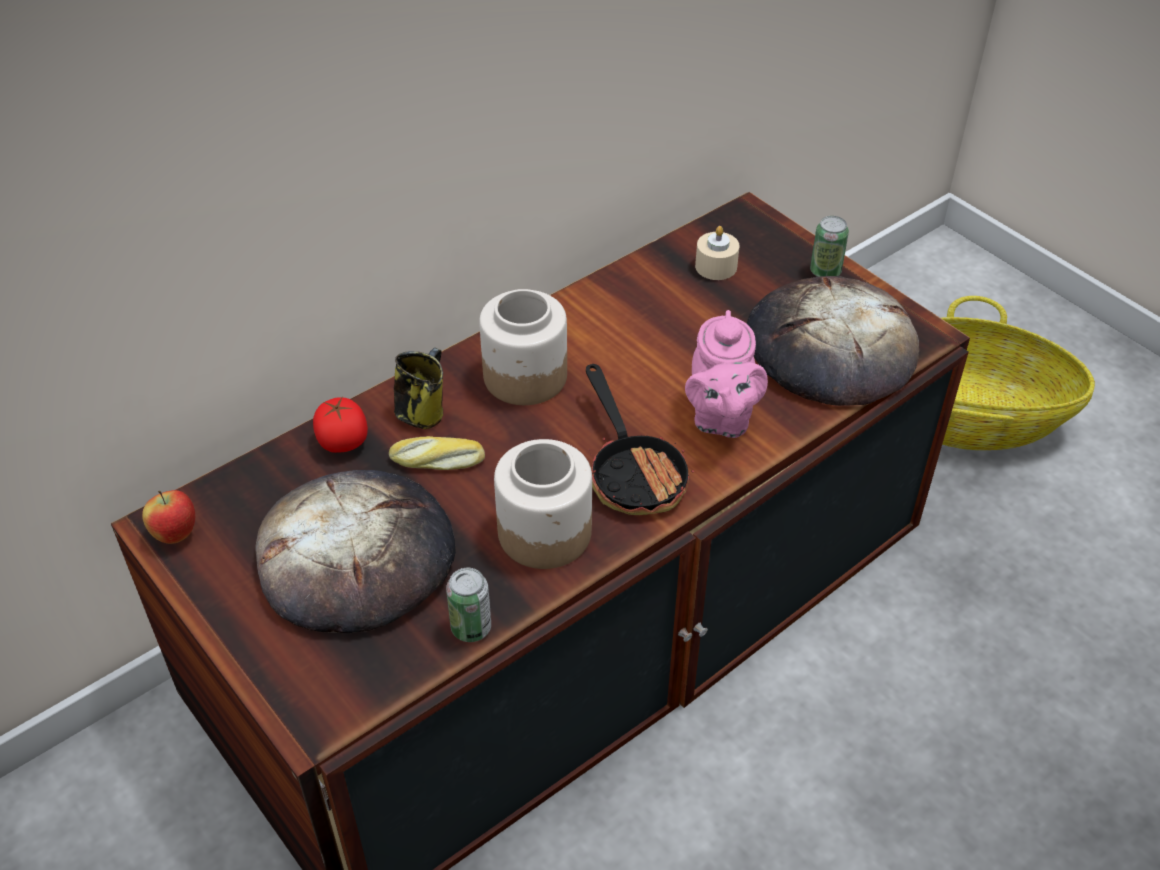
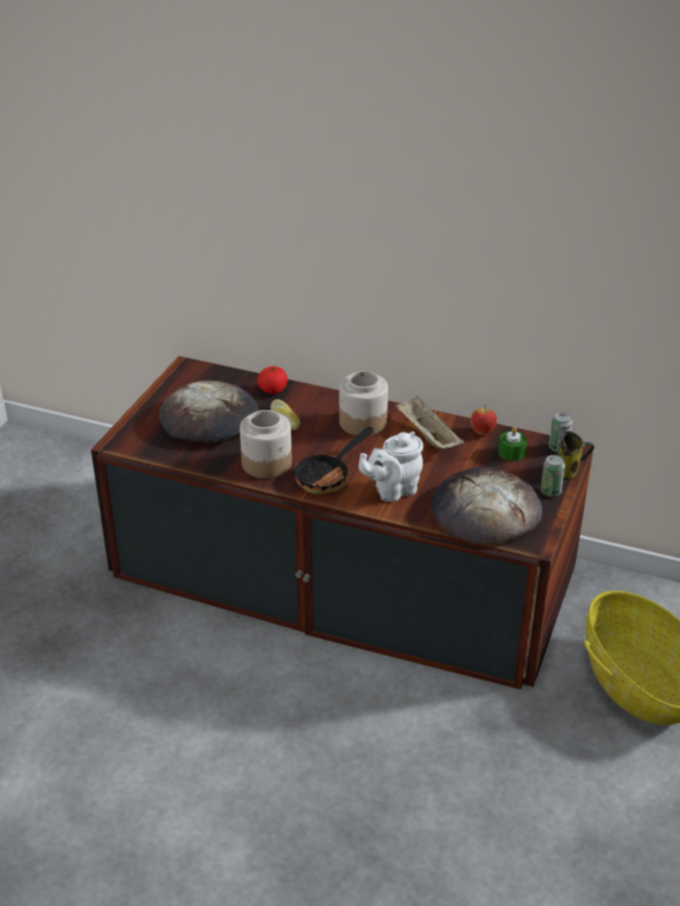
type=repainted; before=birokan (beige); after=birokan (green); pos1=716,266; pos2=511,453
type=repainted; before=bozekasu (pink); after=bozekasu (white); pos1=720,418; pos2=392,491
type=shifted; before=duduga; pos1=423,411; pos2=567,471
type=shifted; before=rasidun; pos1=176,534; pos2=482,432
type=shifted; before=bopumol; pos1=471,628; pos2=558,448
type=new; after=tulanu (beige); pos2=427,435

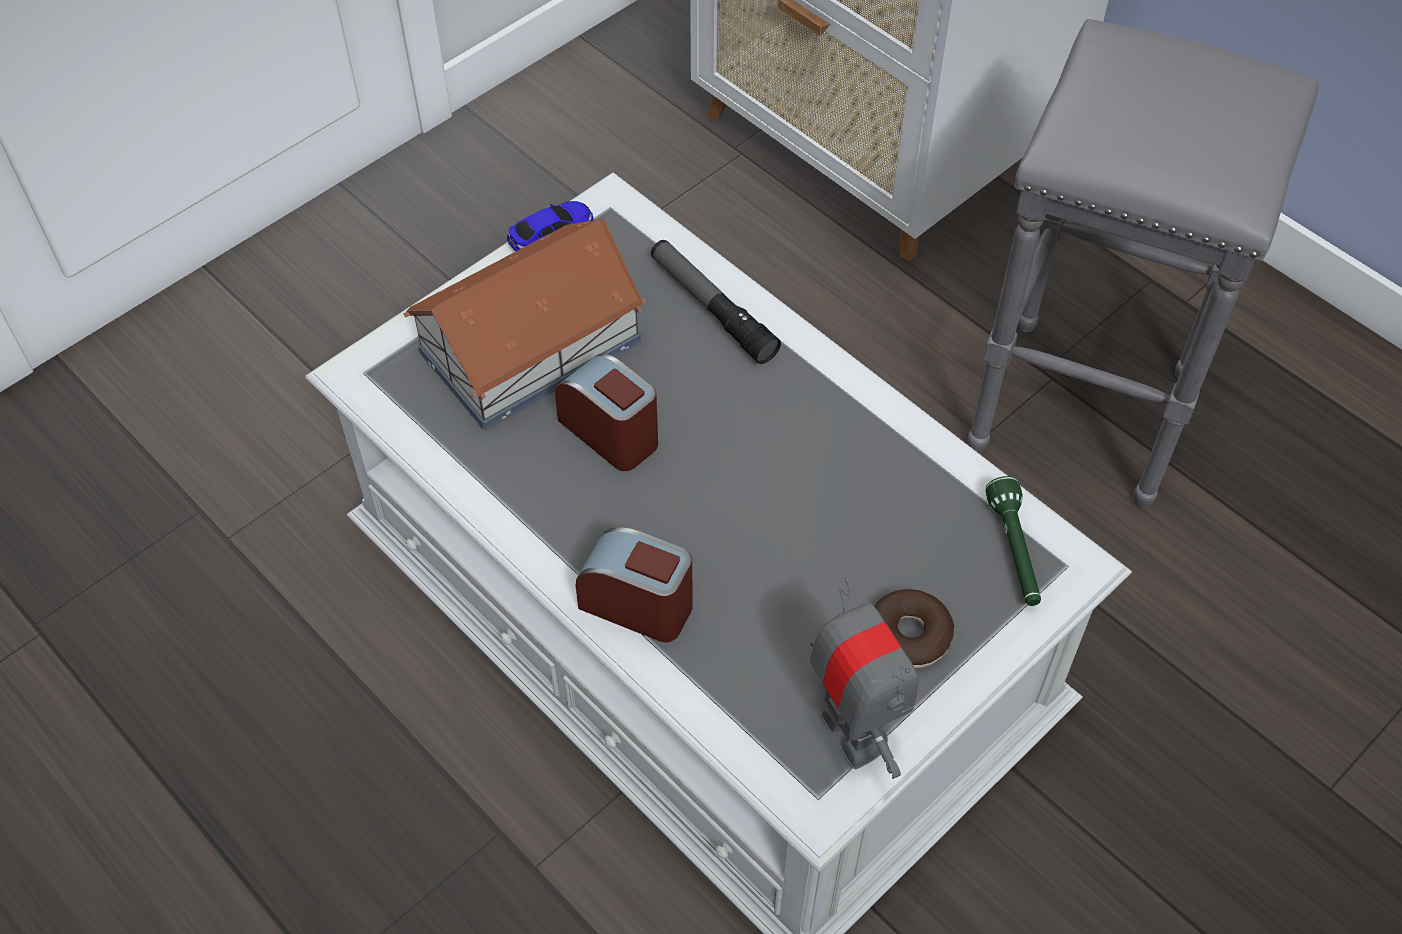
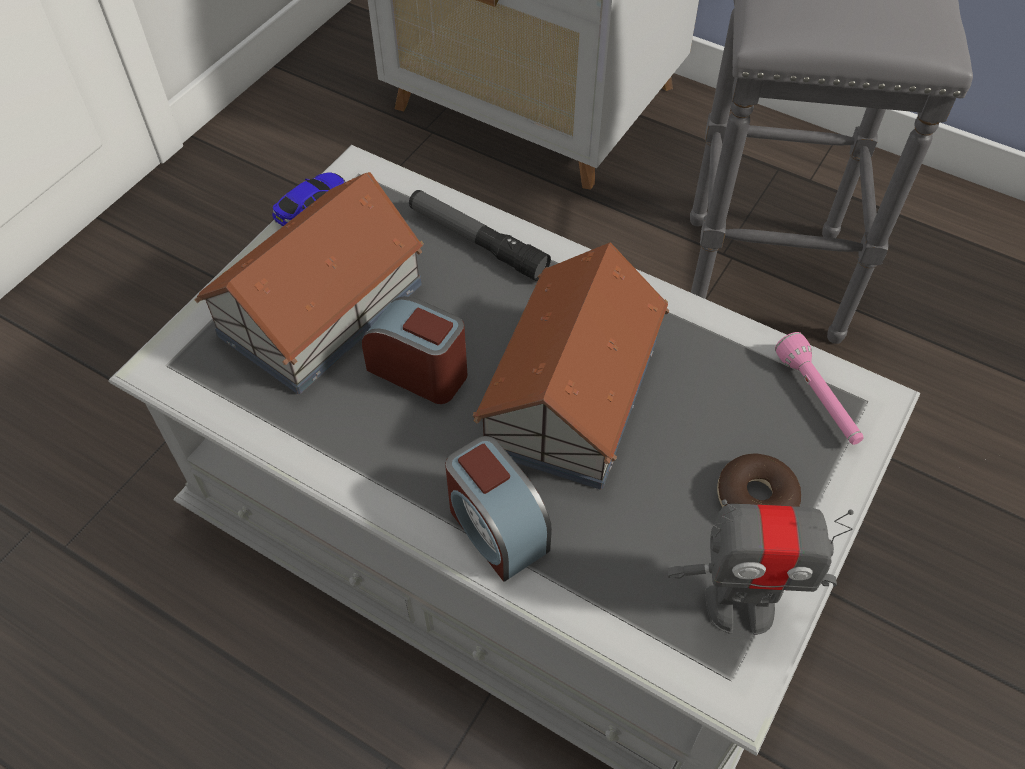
type=repainted; before=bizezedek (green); after=bizezedek (pink); pos1=1014,552; pos2=817,399
type=rotated; before=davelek; pos1=638,604; pos2=496,528; turn=-135
type=rotated; before=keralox; pos1=853,733; pos2=740,605; turn=135
type=new; after=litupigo; pos2=574,393

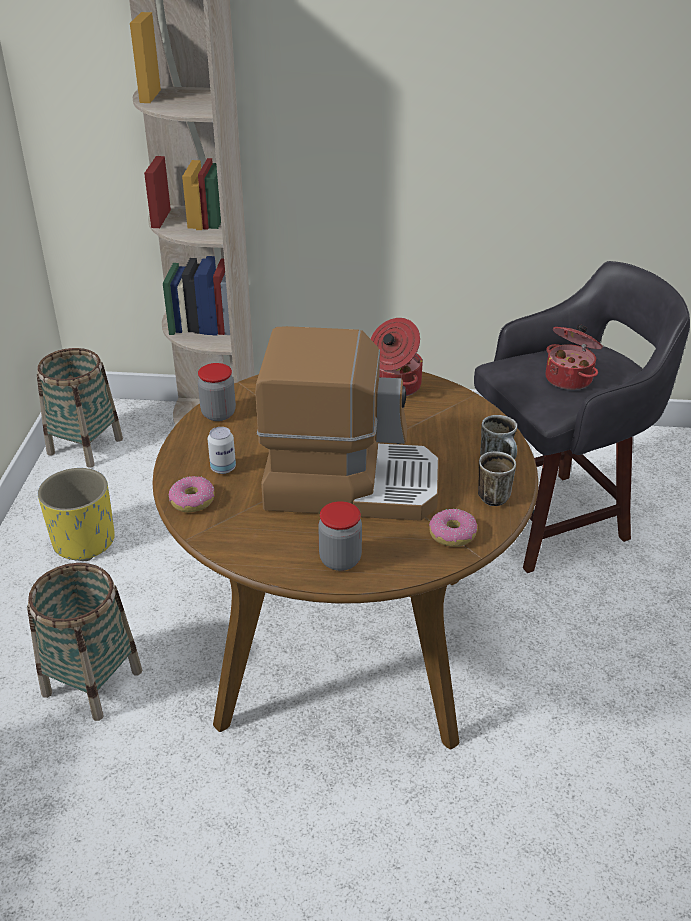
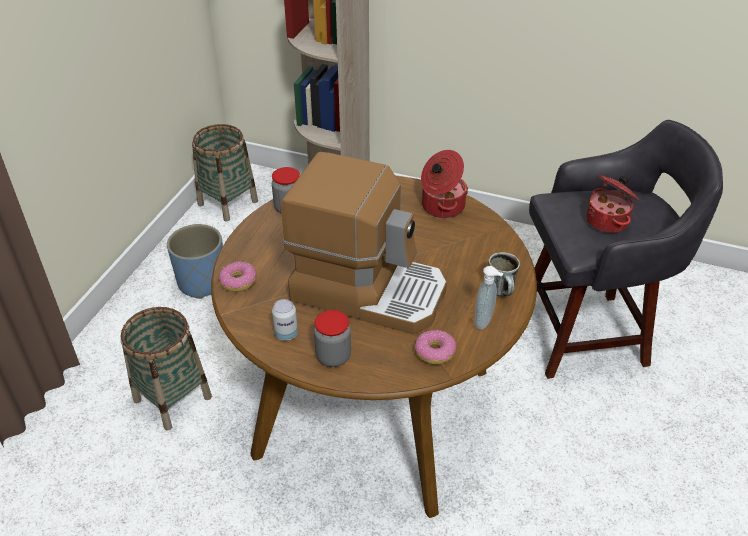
type=shifted; before=bopumol; pos1=223,468; pos2=286,334
type=swapped; before=duduga; after=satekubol; pos1=493,494; pos2=485,322
type=repainted; before=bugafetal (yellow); after=bugafetal (blue); pos1=84,541; pos2=202,282

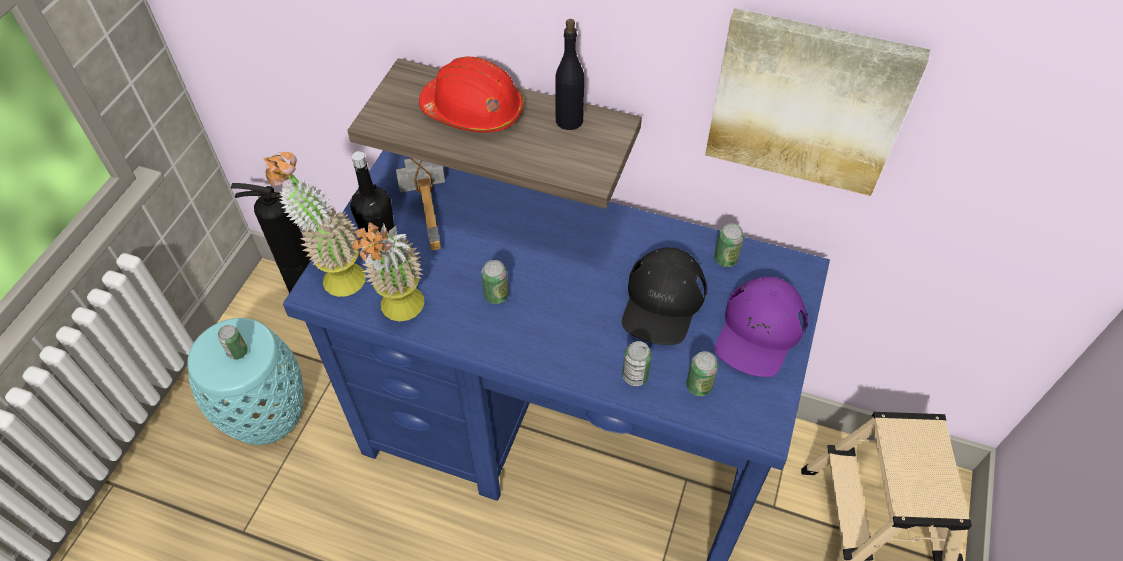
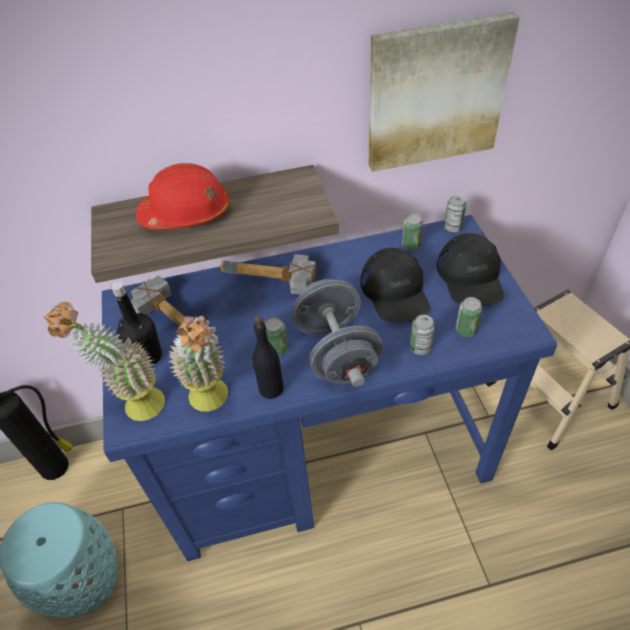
type=shifted; before=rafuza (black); pos1=569,120; pos2=270,388
type=repainted; before=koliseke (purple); after=koliseke (black); pos1=759,331; pos2=470,276
type=shifted; before=bopumol; pos1=238,352; pos2=452,227
type=new; after=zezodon; pos2=270,281
type=new; after=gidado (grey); pos2=336,352

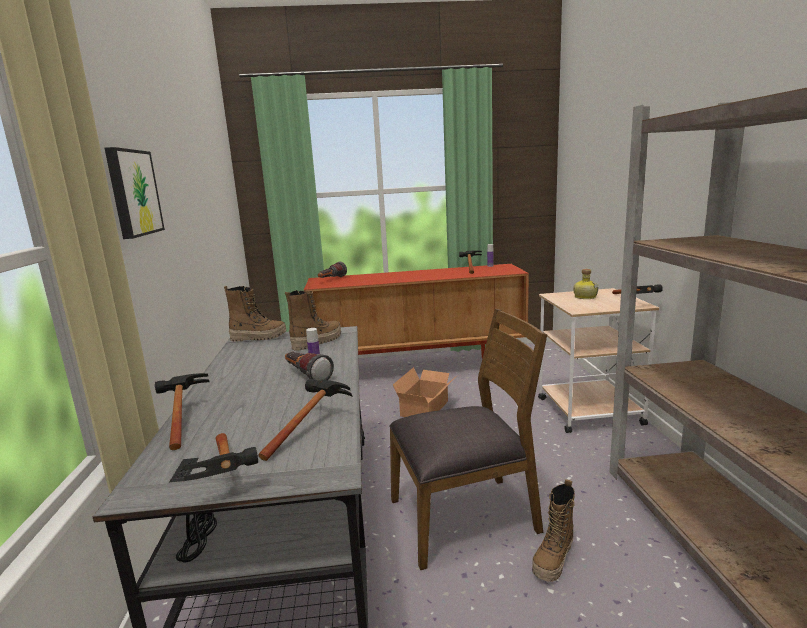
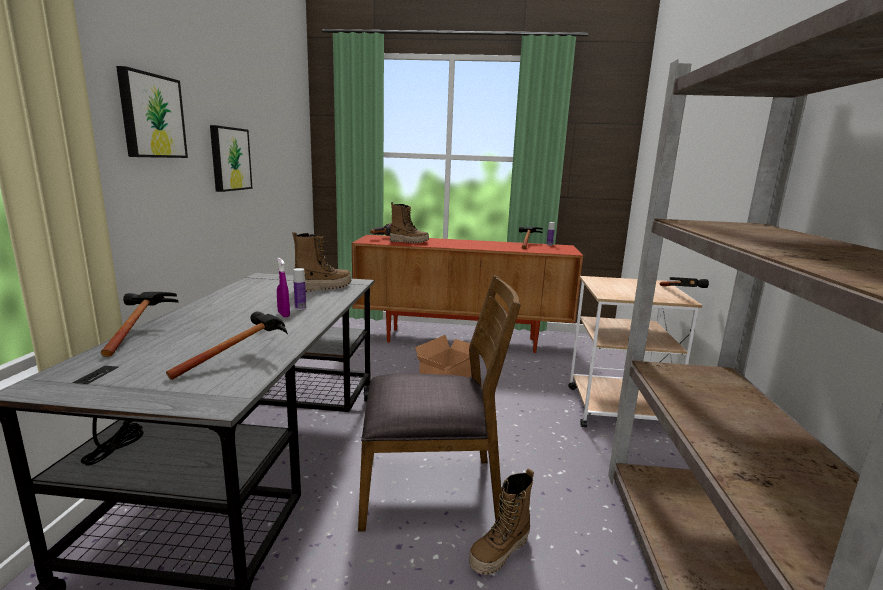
type=gone; before=rafuza; pos1=584,297
type=shifted; before=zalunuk; pos1=258,337; pos2=409,242
type=swapped; before=bizezedek; after=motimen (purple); pos1=306,376; pos2=283,314
type=gone; before=zezodon; pos1=228,476
type=new; after=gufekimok; pos2=229,159

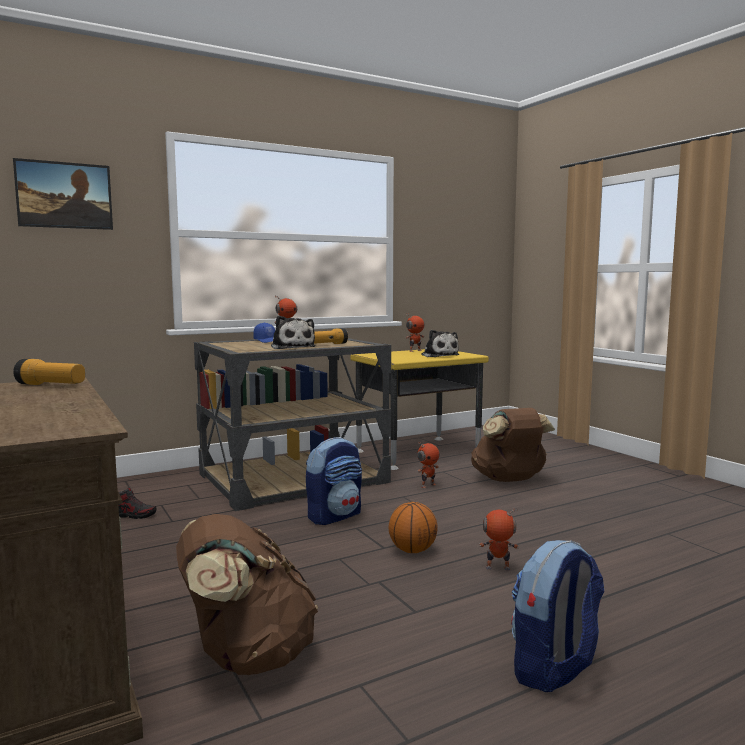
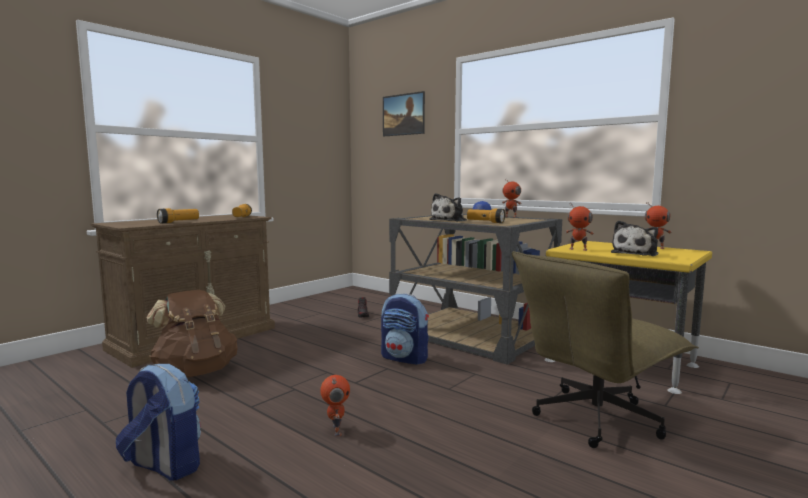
type=swapped; before=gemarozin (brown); after=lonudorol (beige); pos1=509,480; pos2=597,417
type=shifted; before=keralox; pos1=427,485; pos2=578,249
type=gone; before=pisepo; pos1=412,550
type=new; after=bizezedek; pos2=179,222

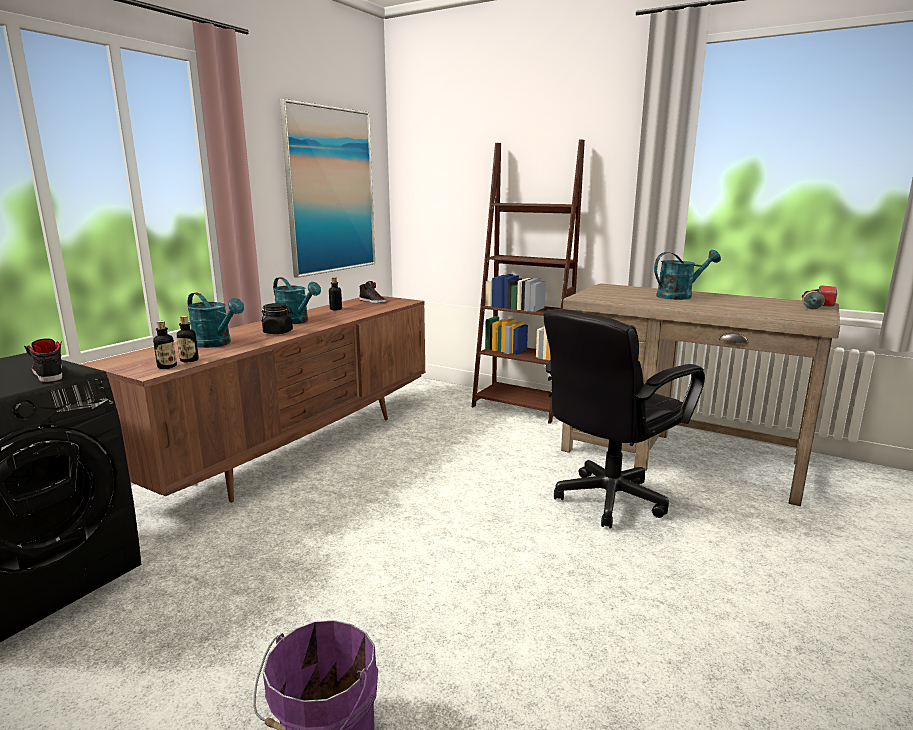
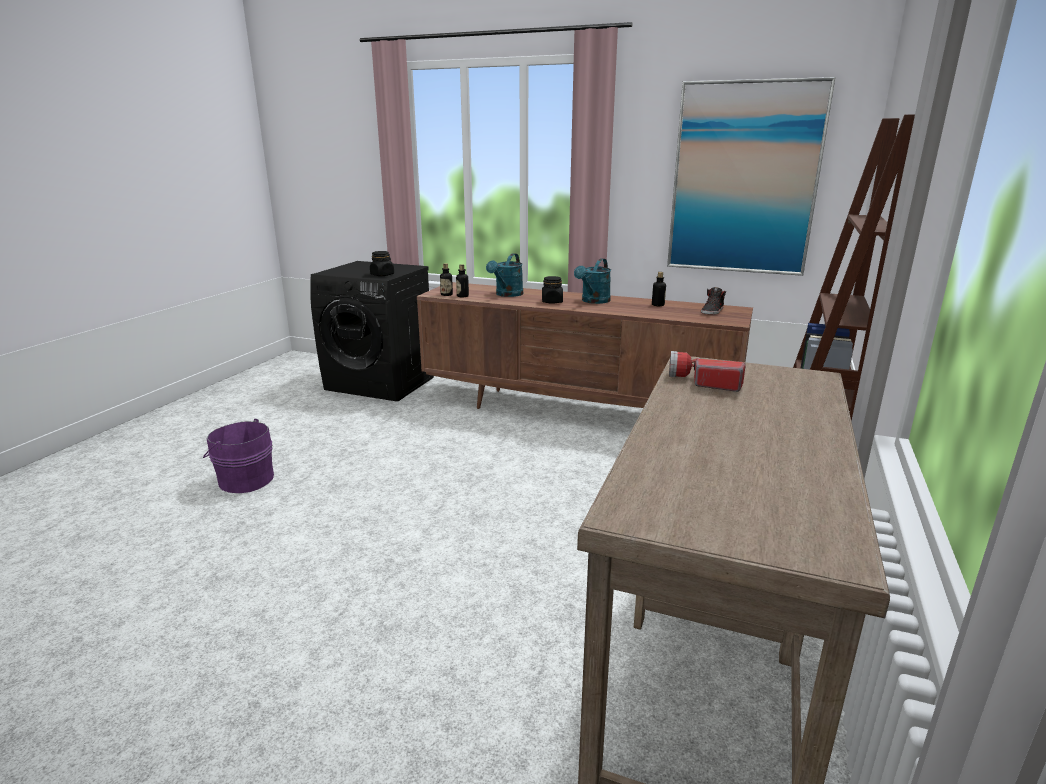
type=gone; before=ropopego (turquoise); pos1=679,296
type=shifted; before=bizezedek; pos1=817,306; pos2=703,382
type=gone; before=lonudorol (black); pos1=606,503
type=swapped; before=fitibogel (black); after=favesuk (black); pos1=48,373; pos2=382,275

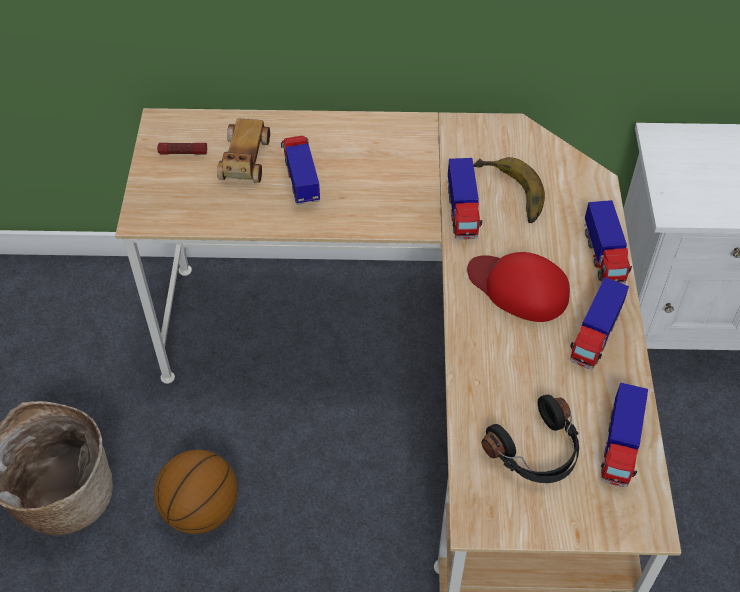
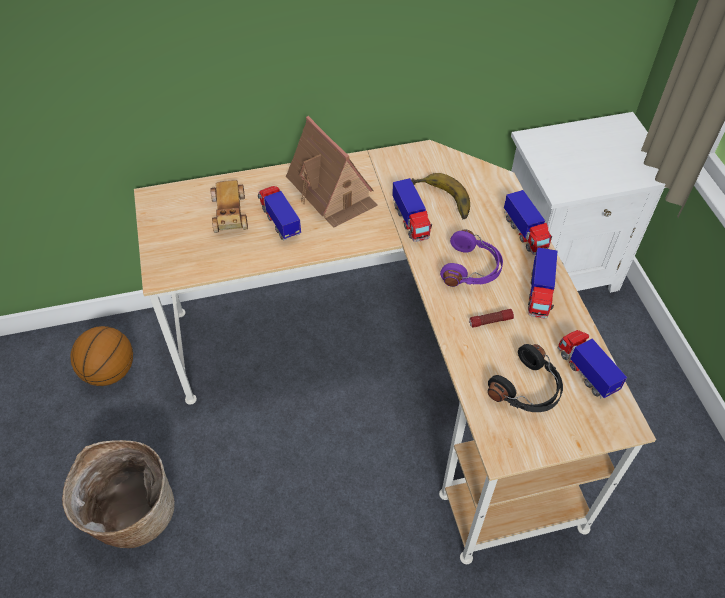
type=shifted; before=bizezedek; pos1=183,153; pos2=490,321
type=swapped; before=koliseke (red); after=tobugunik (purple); pos1=518,288; pos2=471,269
type=rotated; before=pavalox; pos1=619,447; pos2=585,371; turn=150
type=shifted; before=pisepo; pos1=201,510; pos2=109,372
type=new; after=litupigo; pos2=332,192

